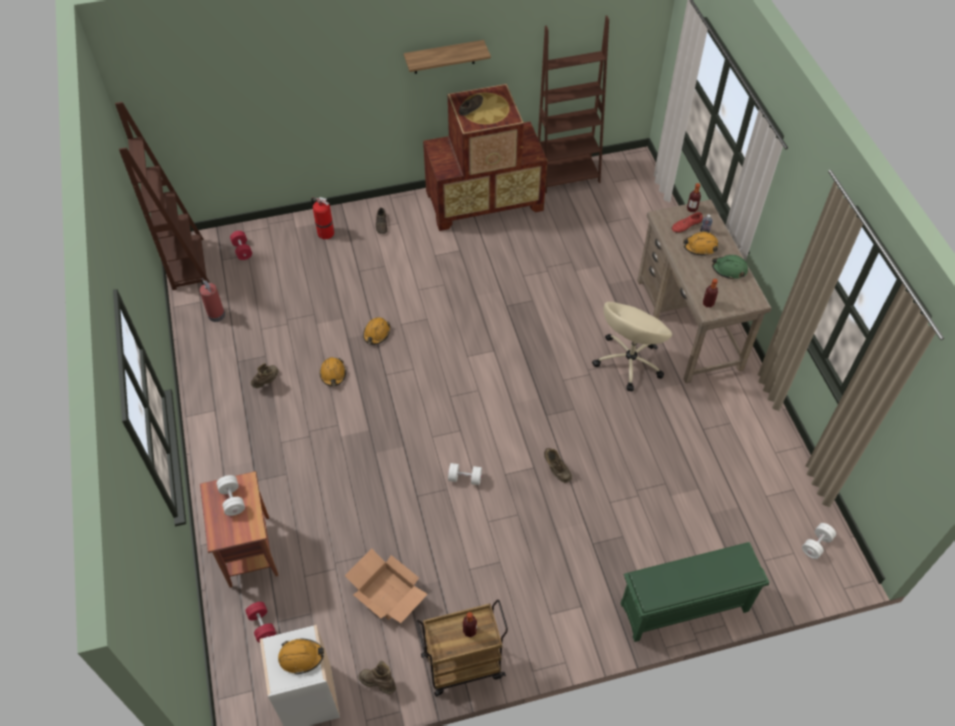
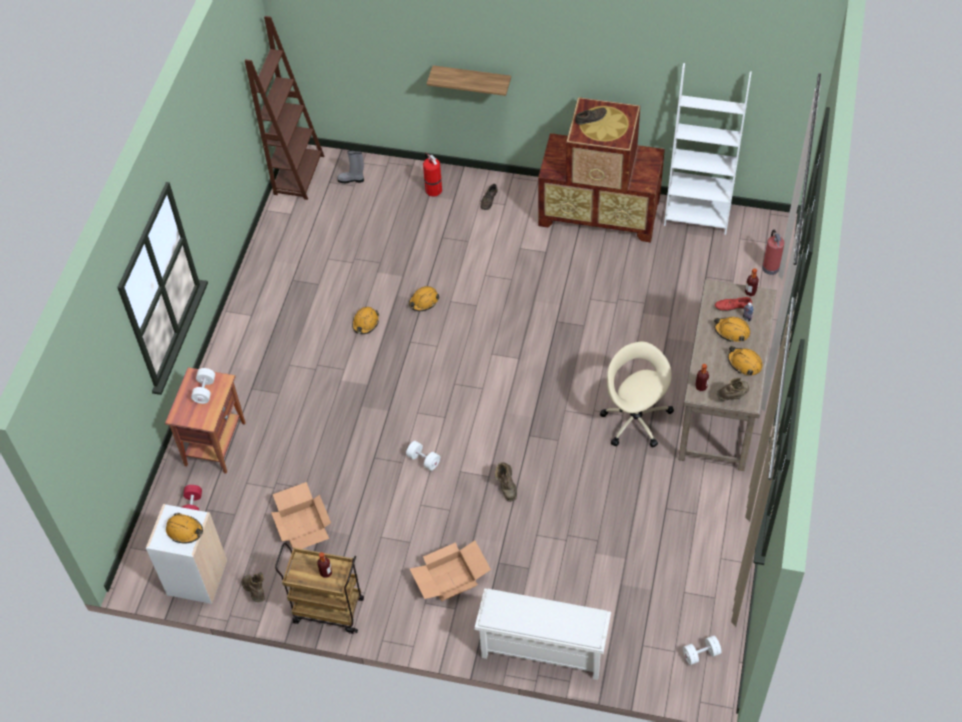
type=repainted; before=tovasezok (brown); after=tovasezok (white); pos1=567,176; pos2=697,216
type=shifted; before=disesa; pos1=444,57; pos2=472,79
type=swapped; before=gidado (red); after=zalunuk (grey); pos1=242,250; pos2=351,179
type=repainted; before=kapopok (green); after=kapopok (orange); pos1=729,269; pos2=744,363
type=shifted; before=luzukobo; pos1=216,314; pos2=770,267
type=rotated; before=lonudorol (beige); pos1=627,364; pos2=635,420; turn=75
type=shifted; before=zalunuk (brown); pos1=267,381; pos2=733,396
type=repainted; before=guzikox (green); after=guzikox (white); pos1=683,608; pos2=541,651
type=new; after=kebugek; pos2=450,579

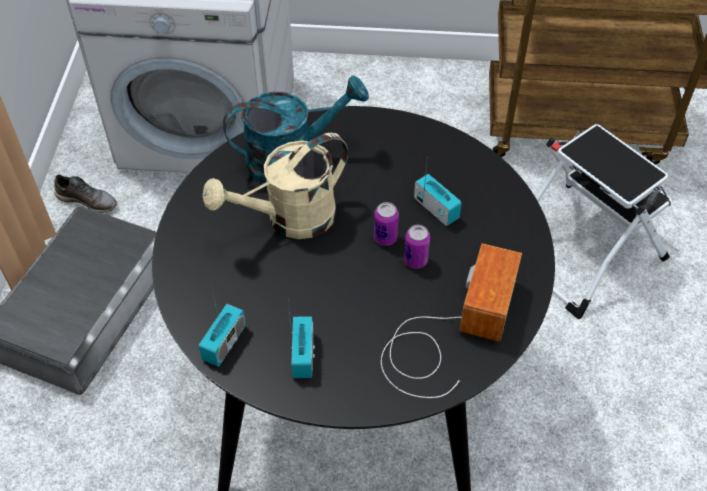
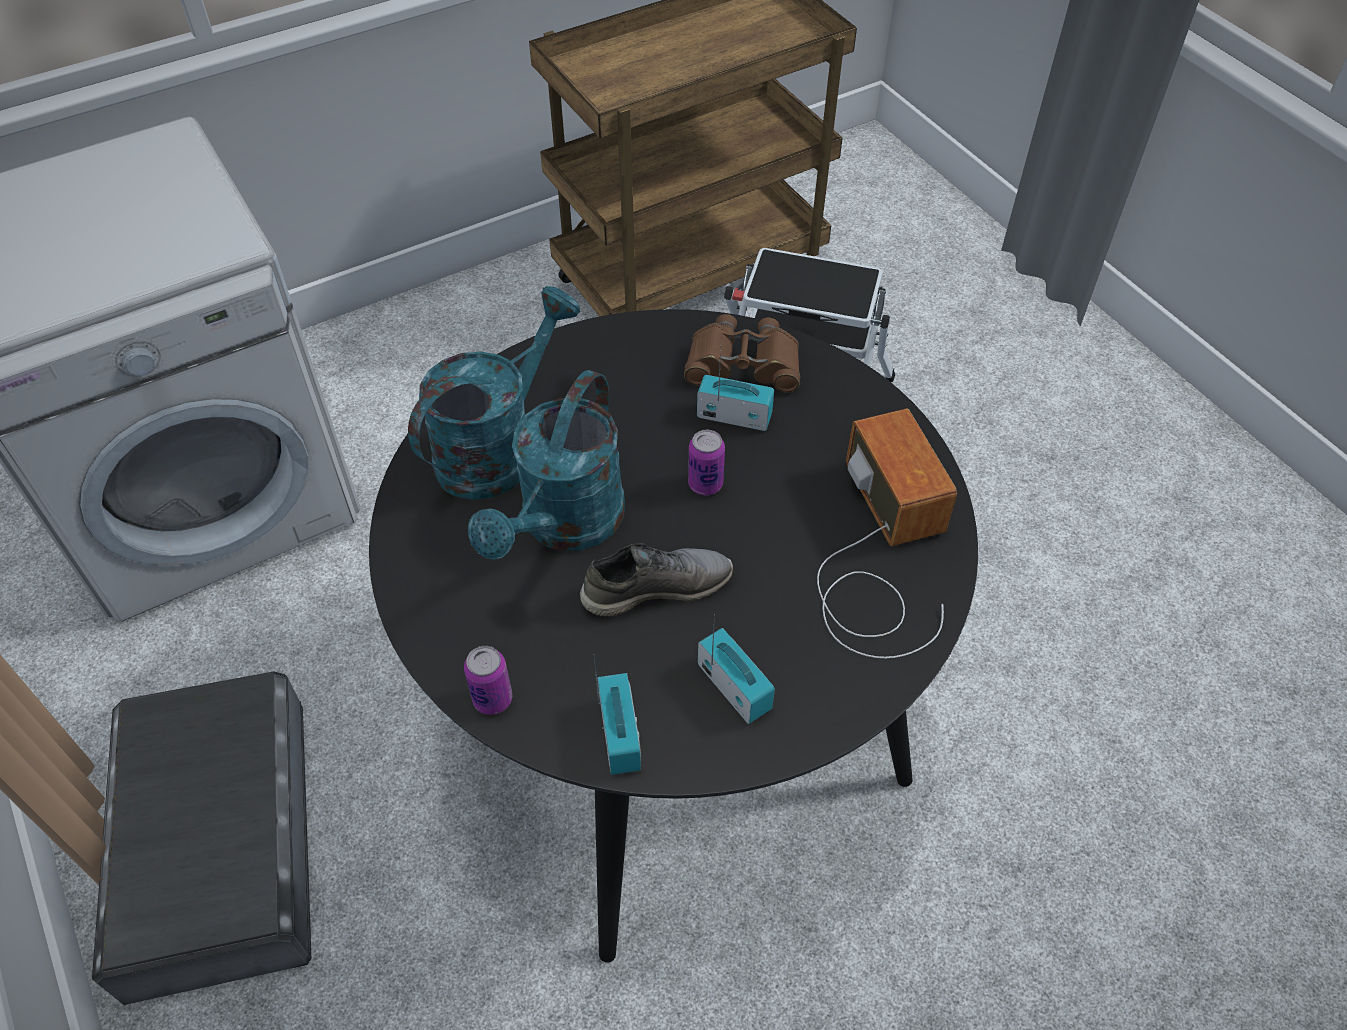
type=repainted; before=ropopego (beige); after=ropopego (turquoise); pos1=289,219; pos2=564,526
type=shifted; before=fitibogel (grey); pos1=87,200; pos2=656,587
type=shifted; before=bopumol; pos1=415,260; pos2=492,699
type=new; after=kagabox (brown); pos2=743,364

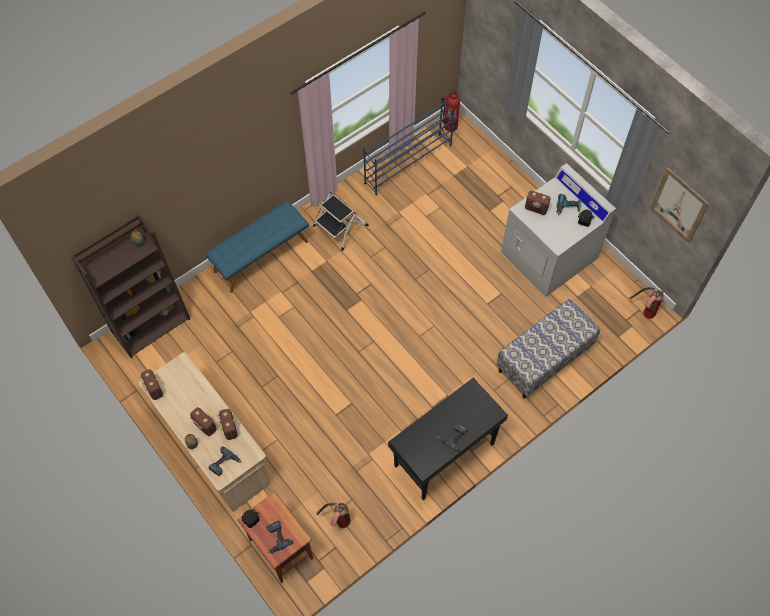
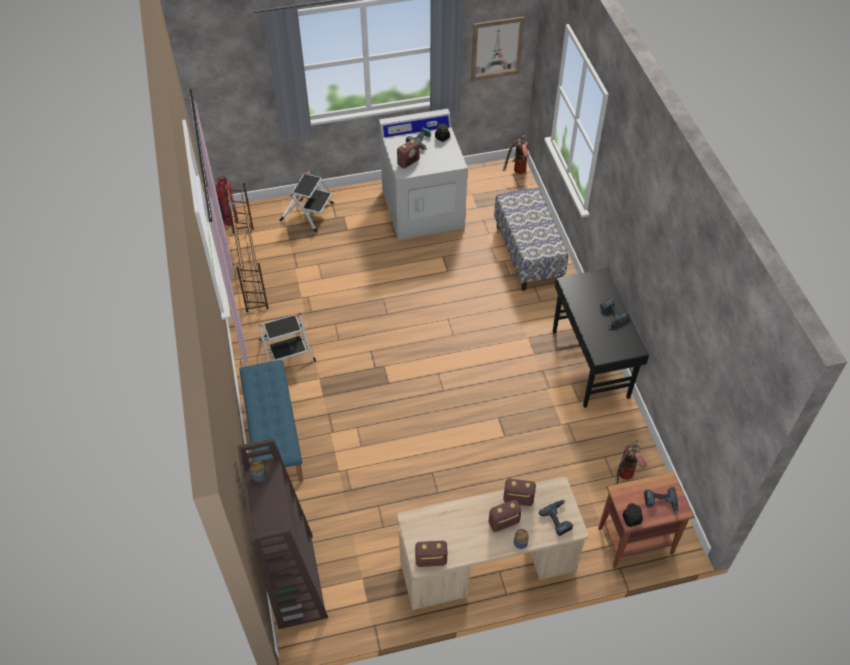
type=repainted; before=guzikox (blue); after=guzikox (brown); pos1=409,164; pos2=250,268
type=new; after=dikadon; pos2=307,213

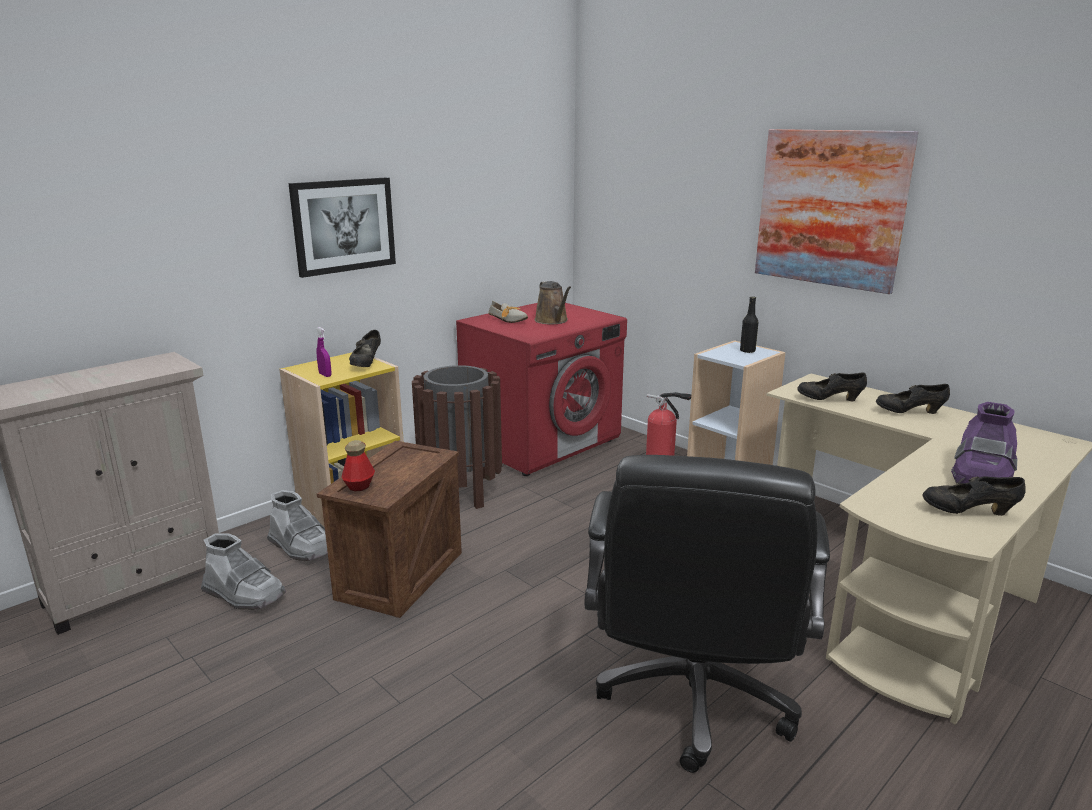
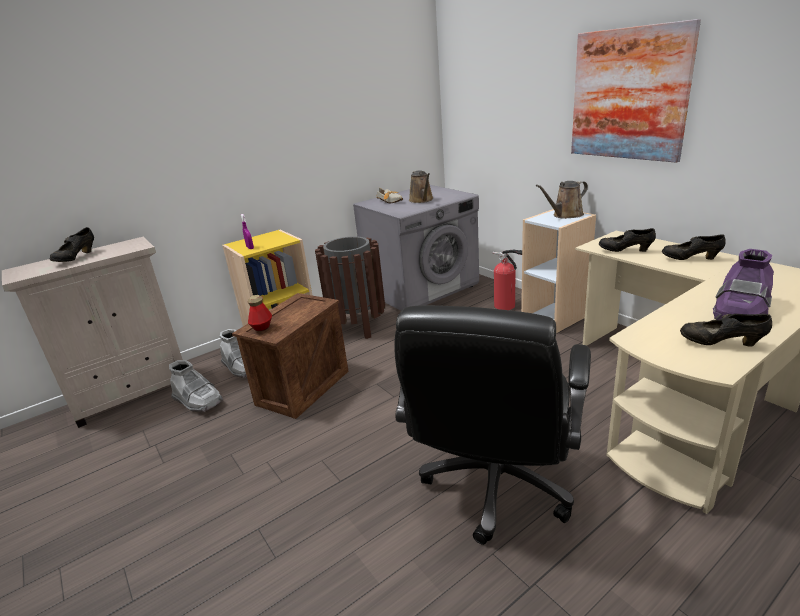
type=gone; before=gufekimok; pos1=343,225
type=swapped; before=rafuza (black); after=ropopego (brown); pos1=747,351; pos2=565,215
type=repainted; before=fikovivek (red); after=fikovivek (grey); pos1=544,445; pos2=423,291
type=shifted; before=fitibogel (black); pos1=366,364; pos2=76,258

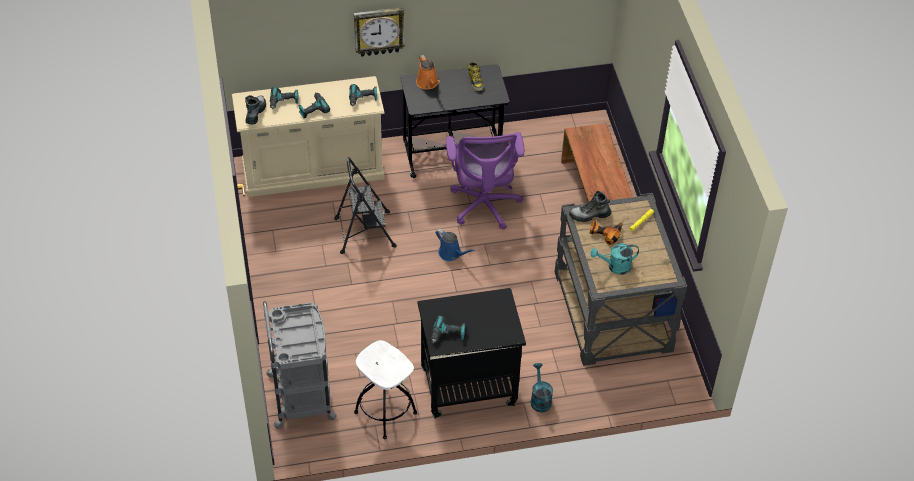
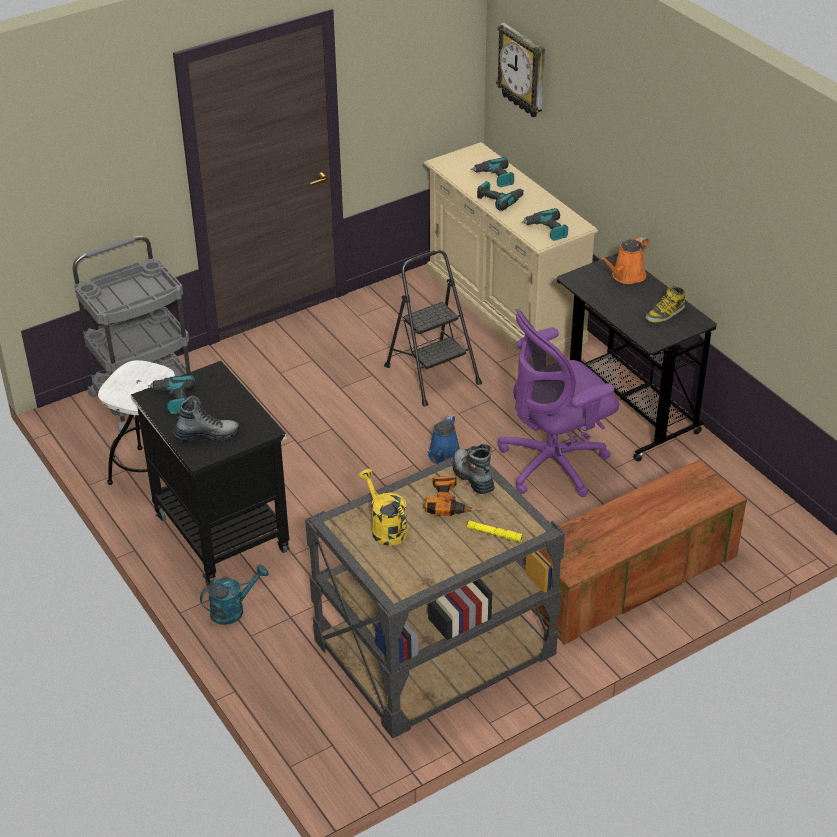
type=shifted; before=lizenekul; pos1=379,31; pos2=523,70
type=shifted; before=zalunuk; pos1=255,113; pos2=207,435
type=repainted; before=ropopego (turquoise); after=ropopego (yellow); pos1=615,267; pos2=385,528

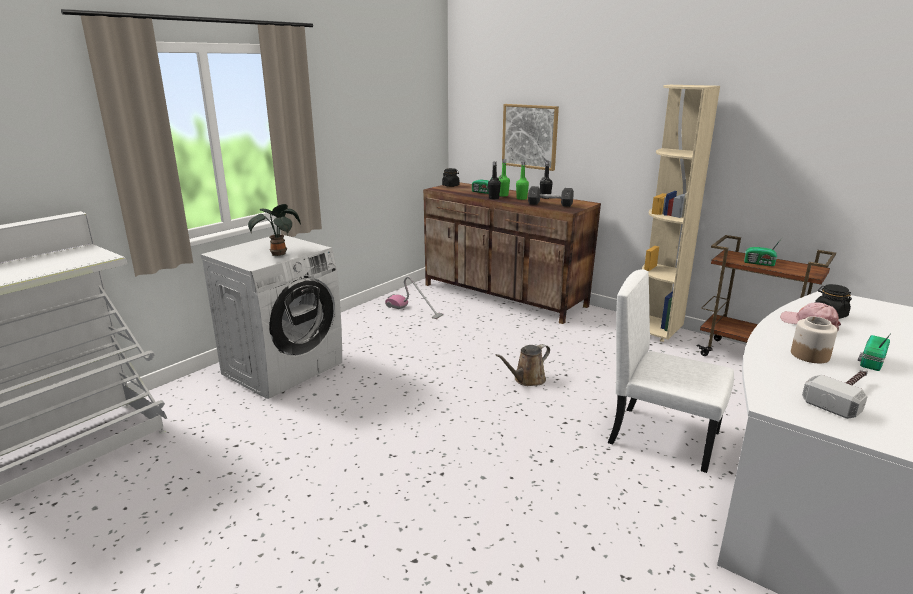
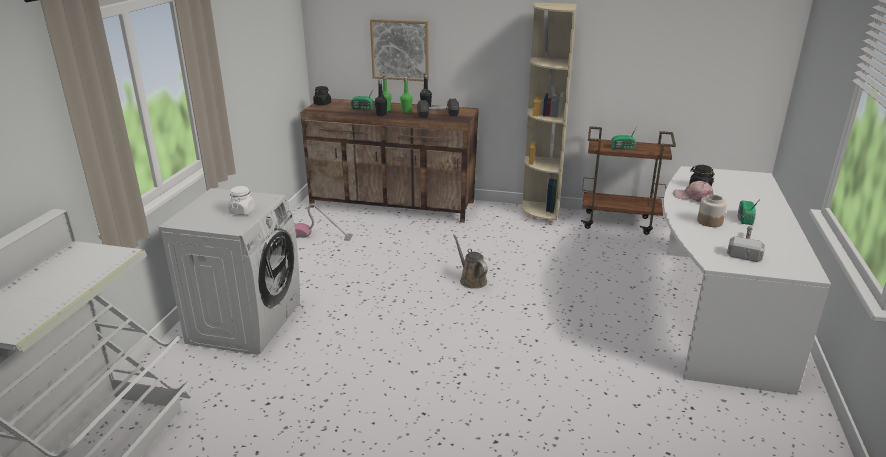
type=swapped; before=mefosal; after=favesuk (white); pos1=279,253; pos2=242,211
type=gone; before=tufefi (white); pos1=664,437
type=rotated; before=ropopego (brown); pos1=527,380; pos2=471,280; turn=120

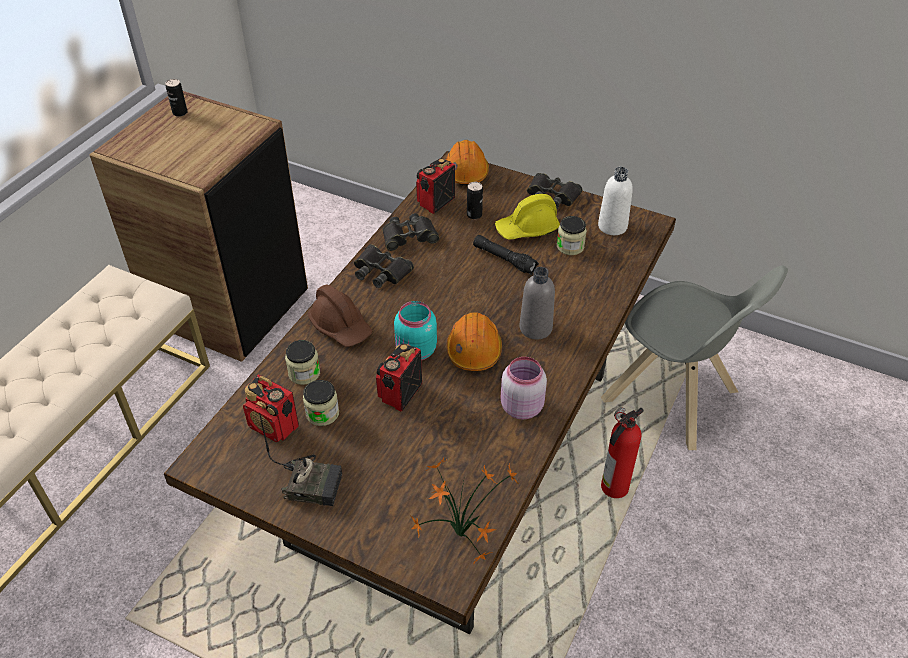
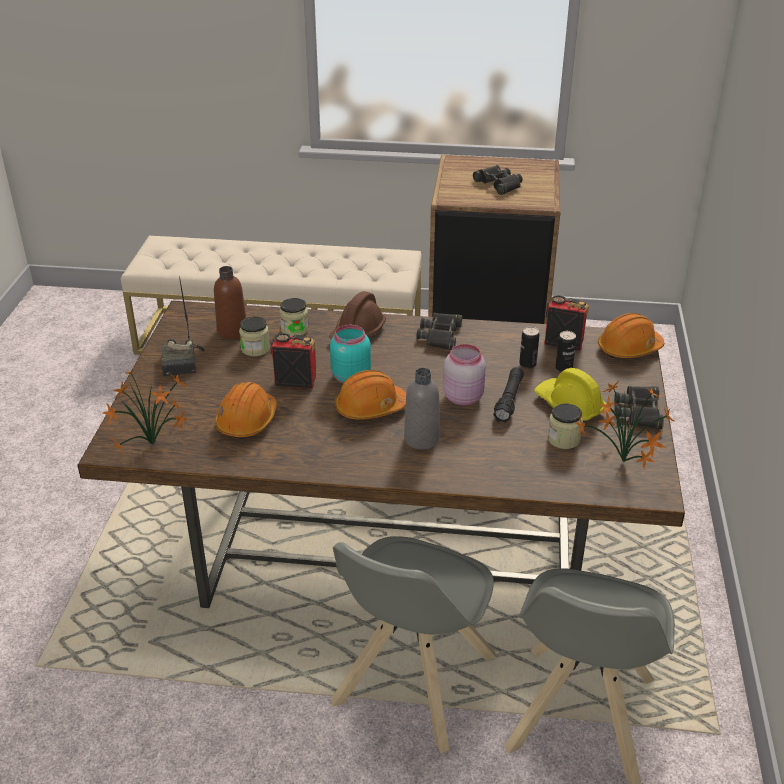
type=shifted; before=bopumol; pos1=180,113; pos2=527,364
type=swapped; before=rafuza (white); after=mefosal; pos1=612,226; pos2=623,464
type=shifted; before=kagabox (black); pos1=409,236; pos2=498,184
type=shifted; before=favesuk (pink); pos1=520,406; pos2=463,397
type=swapped; before=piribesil; after=rafuza (brown); pos1=274,426; pos2=232,331
type=swapped; before=luzukobo; after=tufefi (grey); pos1=613,488; pos2=412,683
type=new; after=kapopok (orange); pos2=247,421

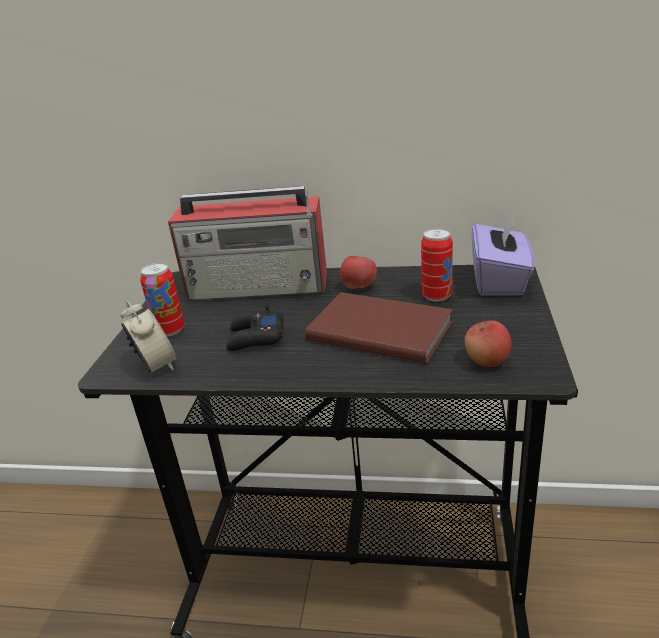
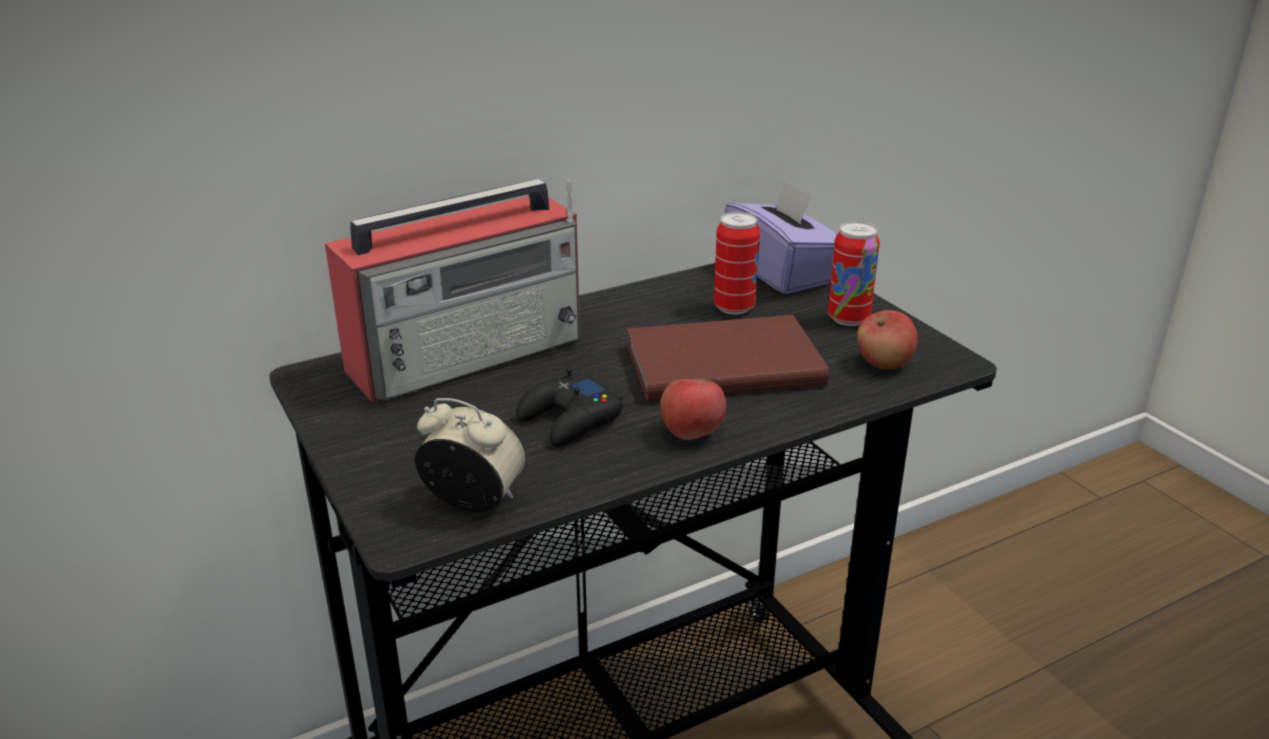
type=shifted; before=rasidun; pos1=359,287; pos2=692,433
type=shifted; before=bopumol; pos1=170,330; pos2=848,318

